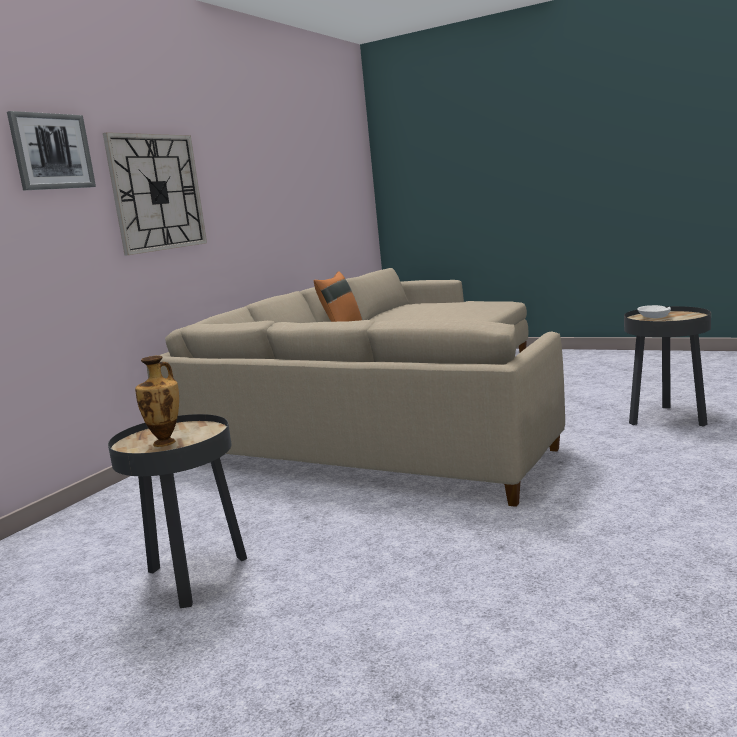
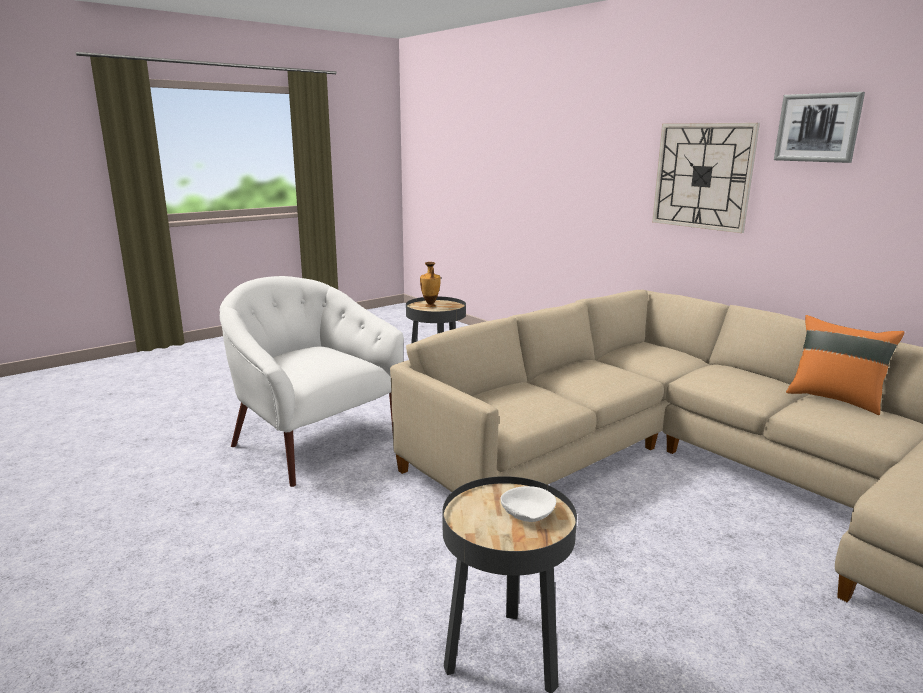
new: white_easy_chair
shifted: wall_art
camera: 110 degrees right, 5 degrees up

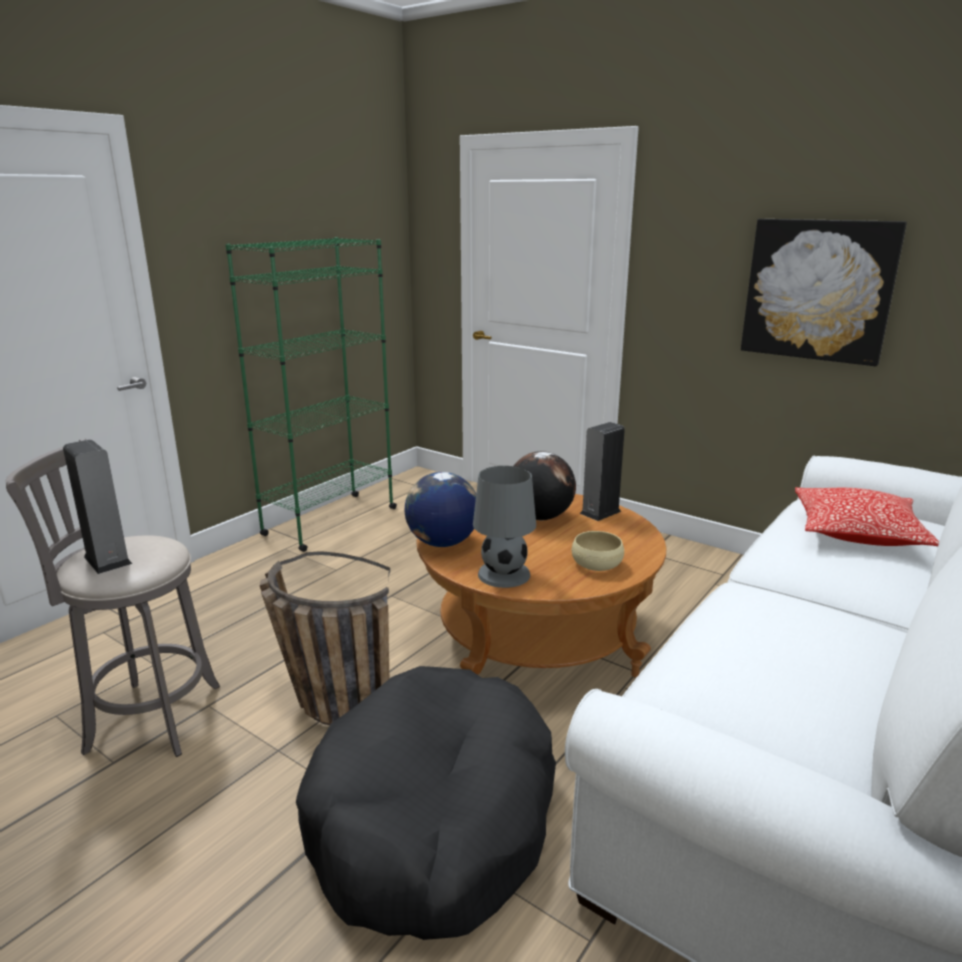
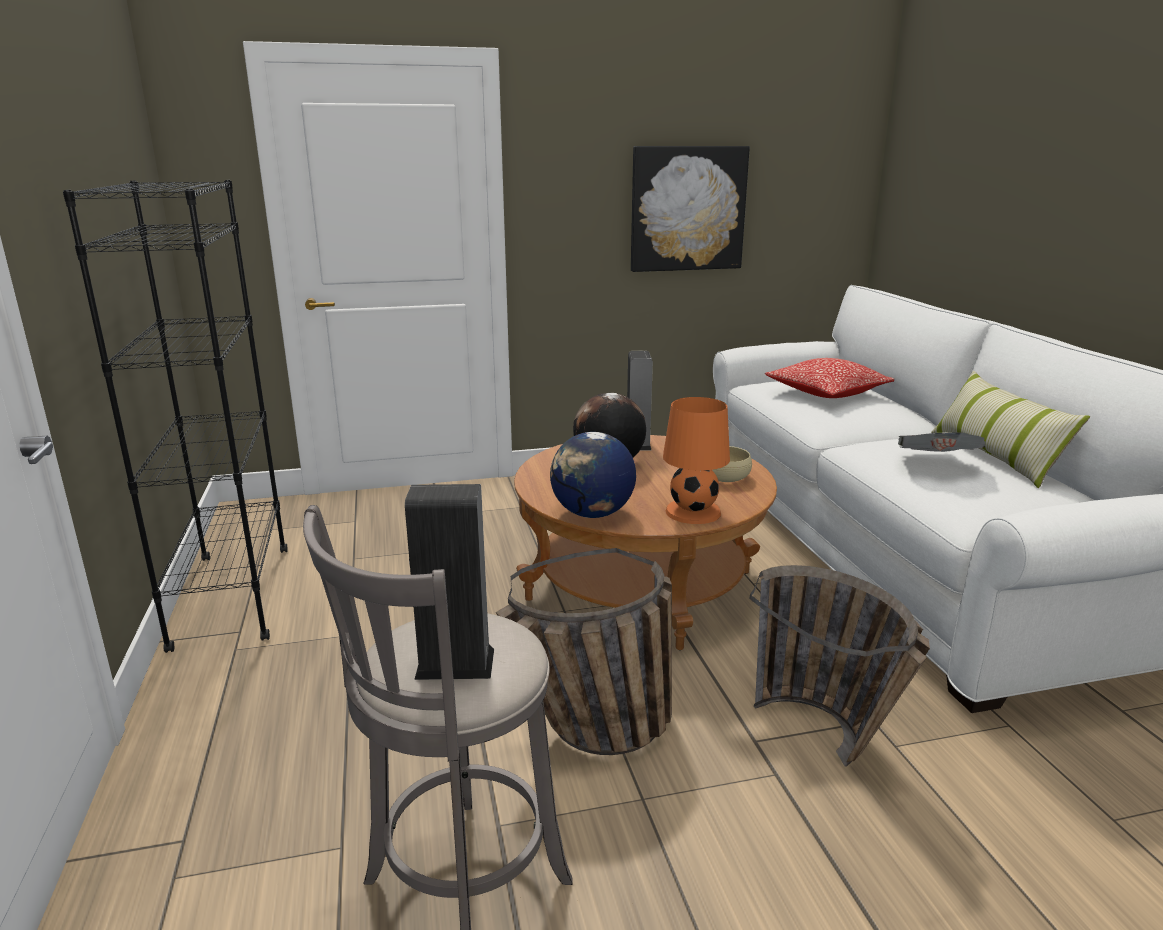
new: pillow (no. 2 from left); daily_paper
swapped: black_dog_cushion to household_basket (no. 2 from left)
repainted: green_bookcase to black_bookcase; gray_table_lamp to orange-coloured_table_lamp
camera: 50 degrees left, 0 degrees up

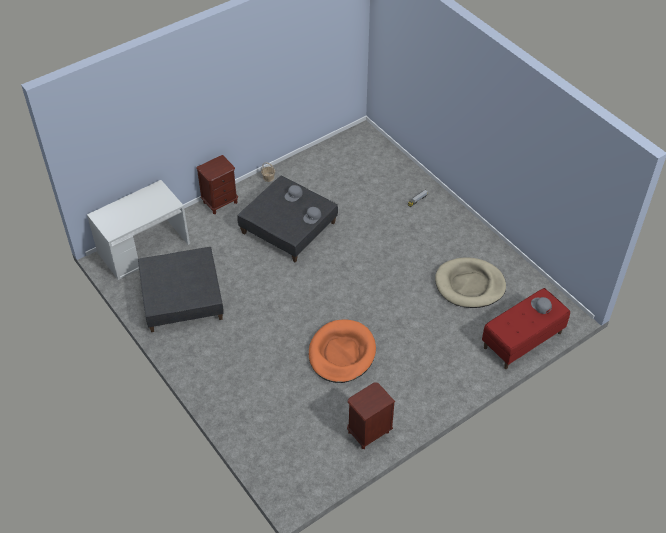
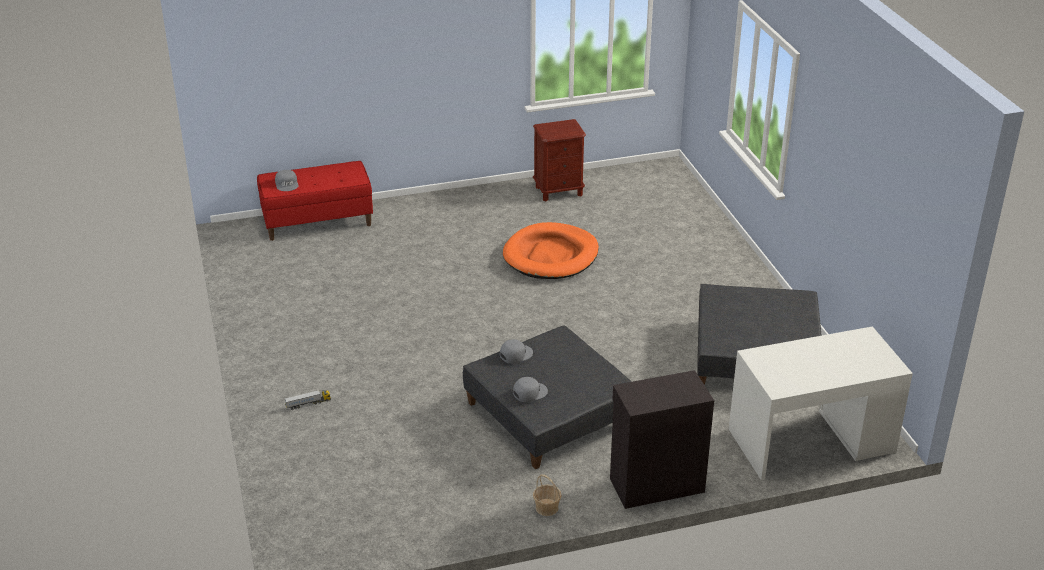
gone: beige-coloured_dog_cushion
swapped: brownish_nightstand (no. 1 from left) to black_cabinet
camera: 160 degrees left, 15 degrees down

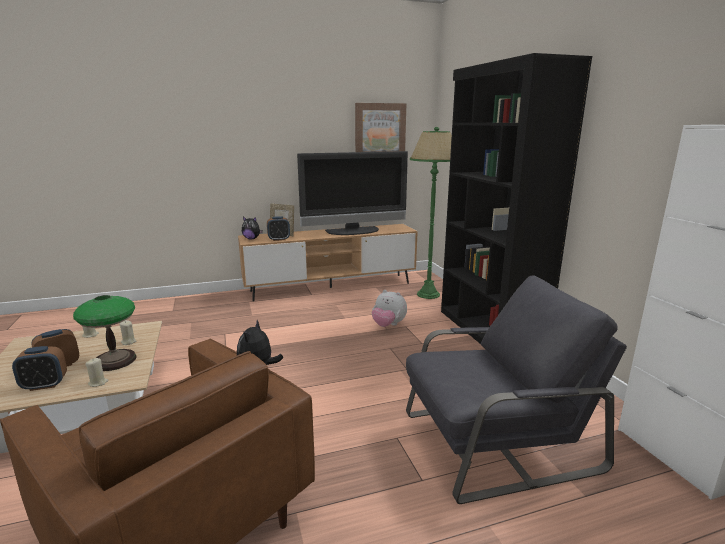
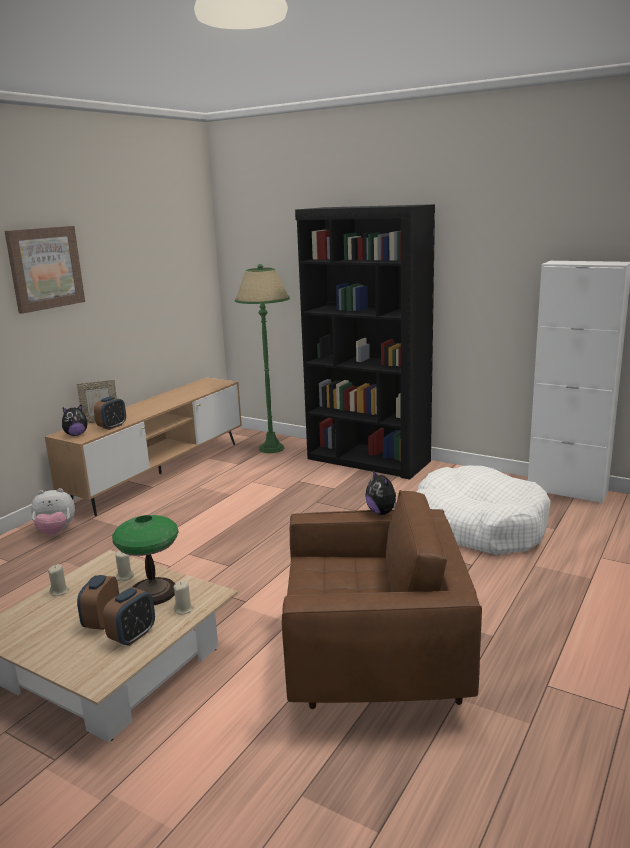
gone: TV_set
shifted: wall_art; soft_toy (no. 3 from left in the first image) to soft_toy (no. 1 from left)
swapped: gray_easy_chair to white_dog_cushion
camera: 40 degrees left, 0 degrees up

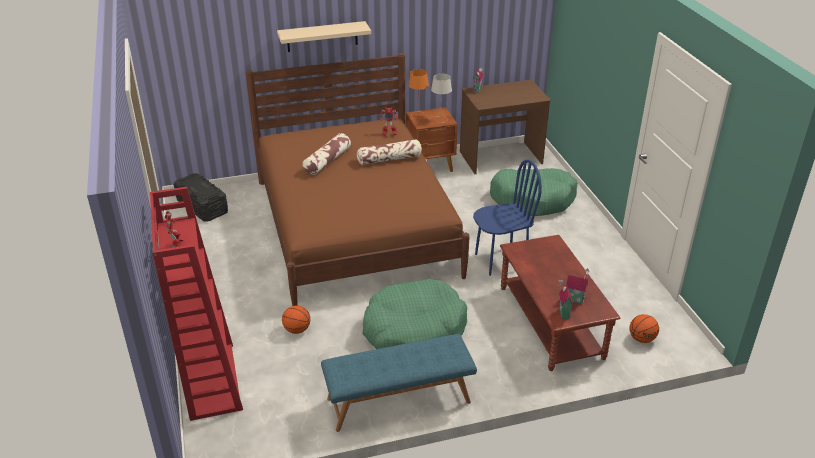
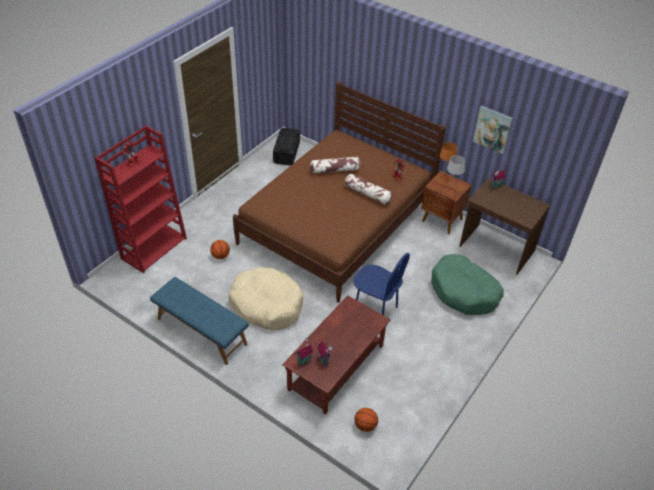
gone: beige-coloured_shelf
new: wall_art
repainted: green_dog_cushion (no. 1 from left) to beige-coloured_dog_cushion
camera: 50 degrees right, 10 degrees up

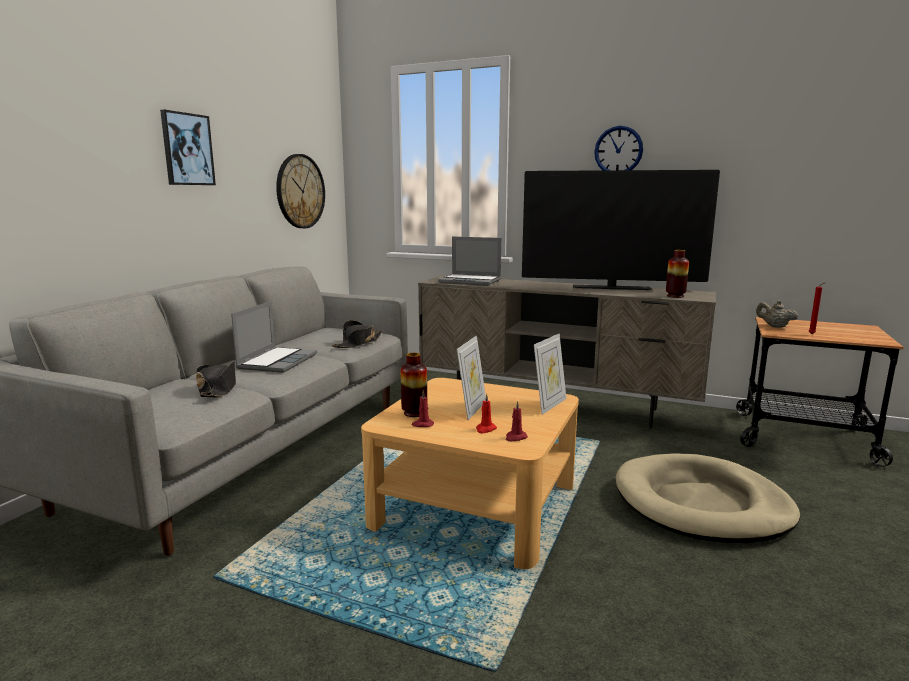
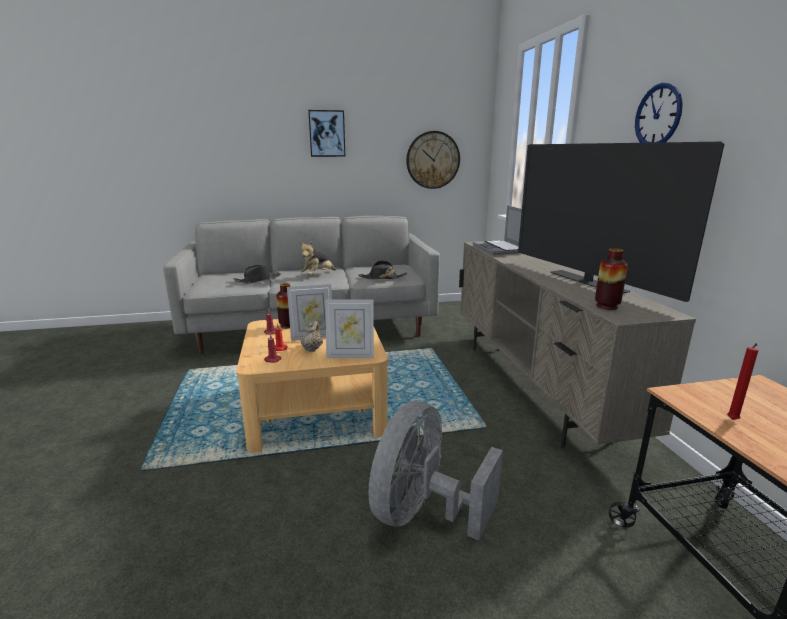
shifted: beige-coloured_tea_pot
swapped: laptop (no. 1 from left) to soft_toy; beige-coloured_dog_cushion to gray_cooling_fan
camera: 55 degrees right, 5 degrees up

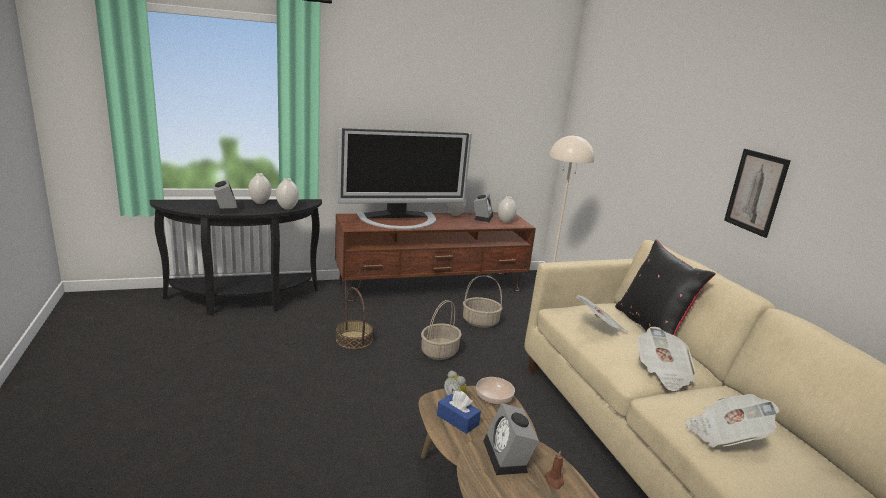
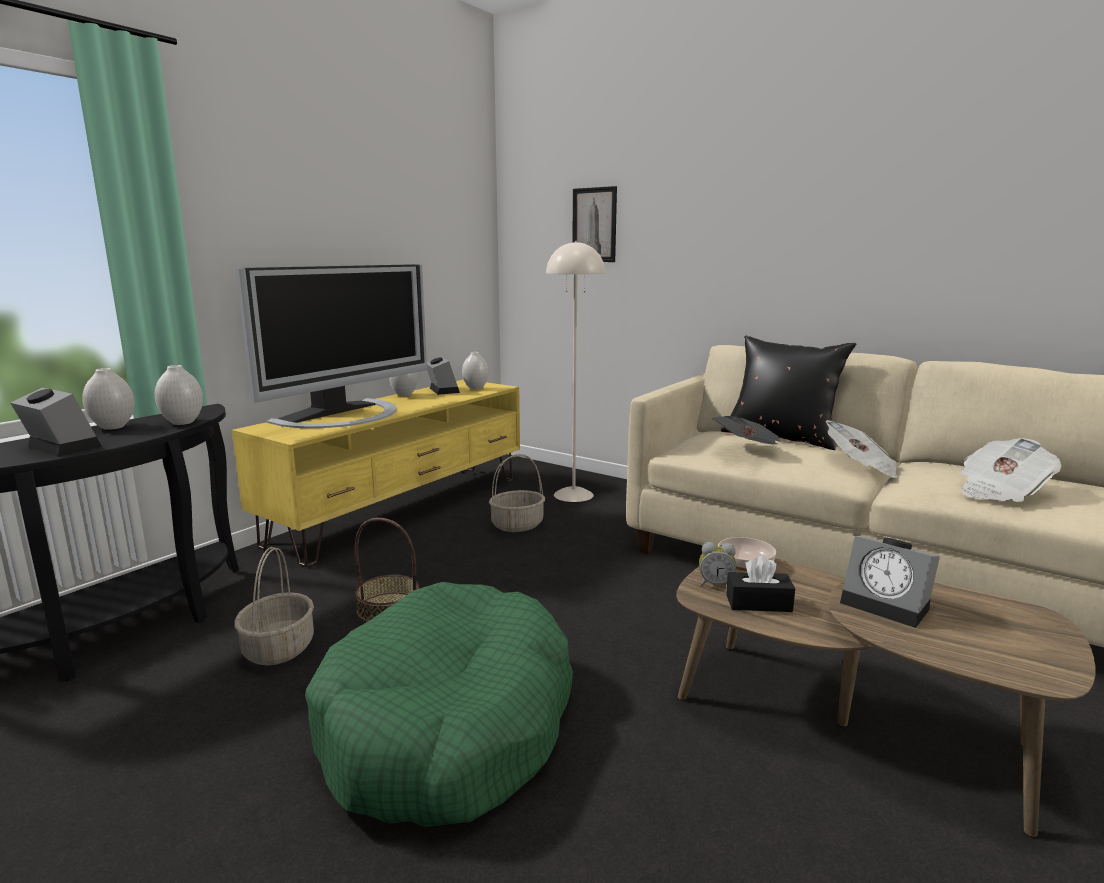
gone: brownish_wax_light
new: green_dog_cushion
shifted: wall_art; household_basket (no. 2 from left in the first image) to household_basket (no. 1 from left)
repainted: brownish_media_console to yellow-coloured_media_console; blue-coloured_box_of_tissues to black_box_of_tissues
camera: 35 degrees left, 5 degrees down

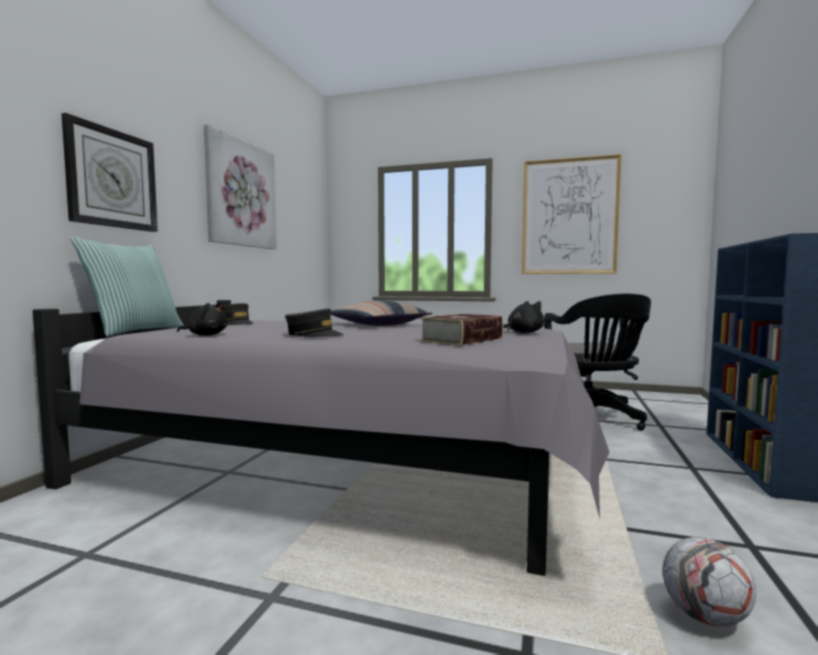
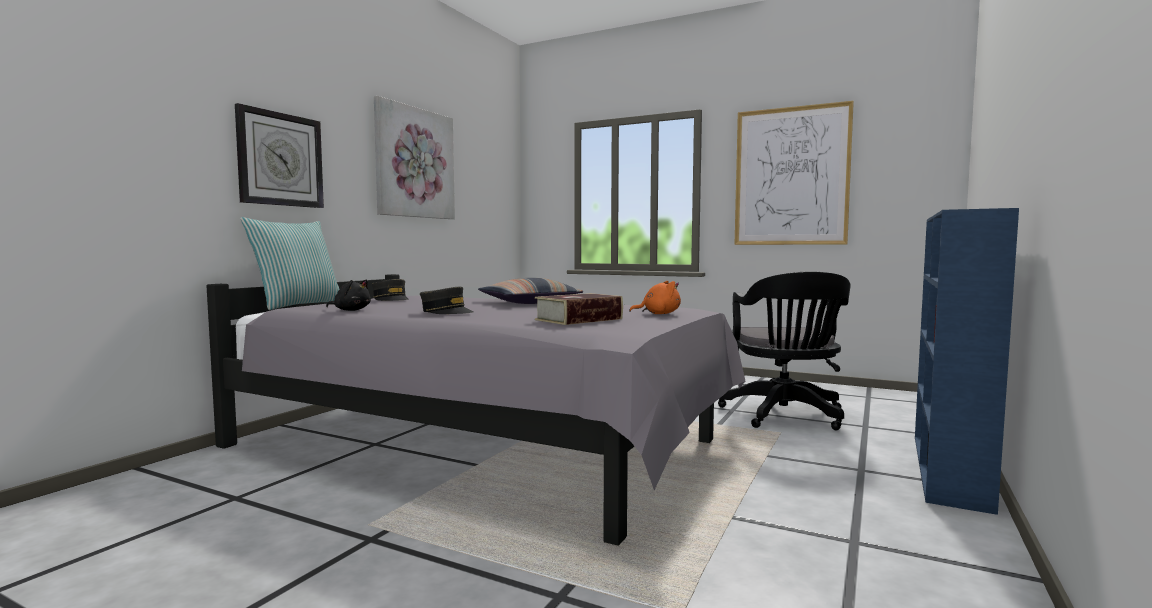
gone: ball_for_football
repainted: black_soft_toy (no. 2 from left) to orange-coloured_soft_toy
camera: 10 degrees right, 0 degrees up

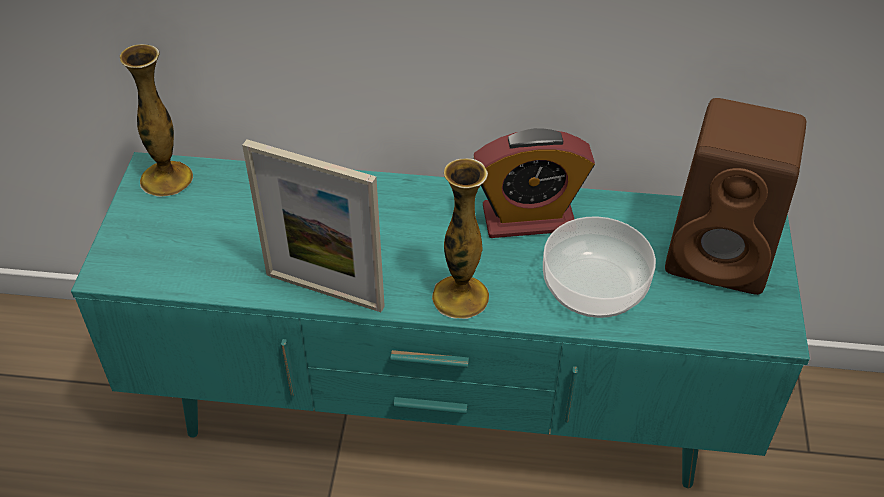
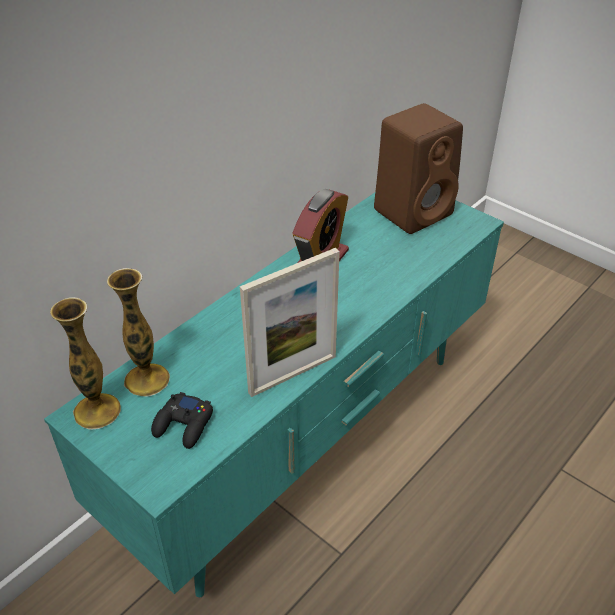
gone: serving_bowl
new: black_joypad
shifted: vase (no. 2 from left)
camera: 55 degrees left, 5 degrees down

